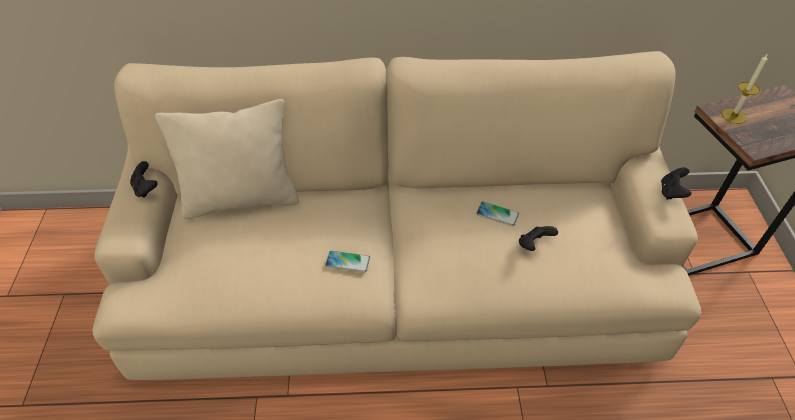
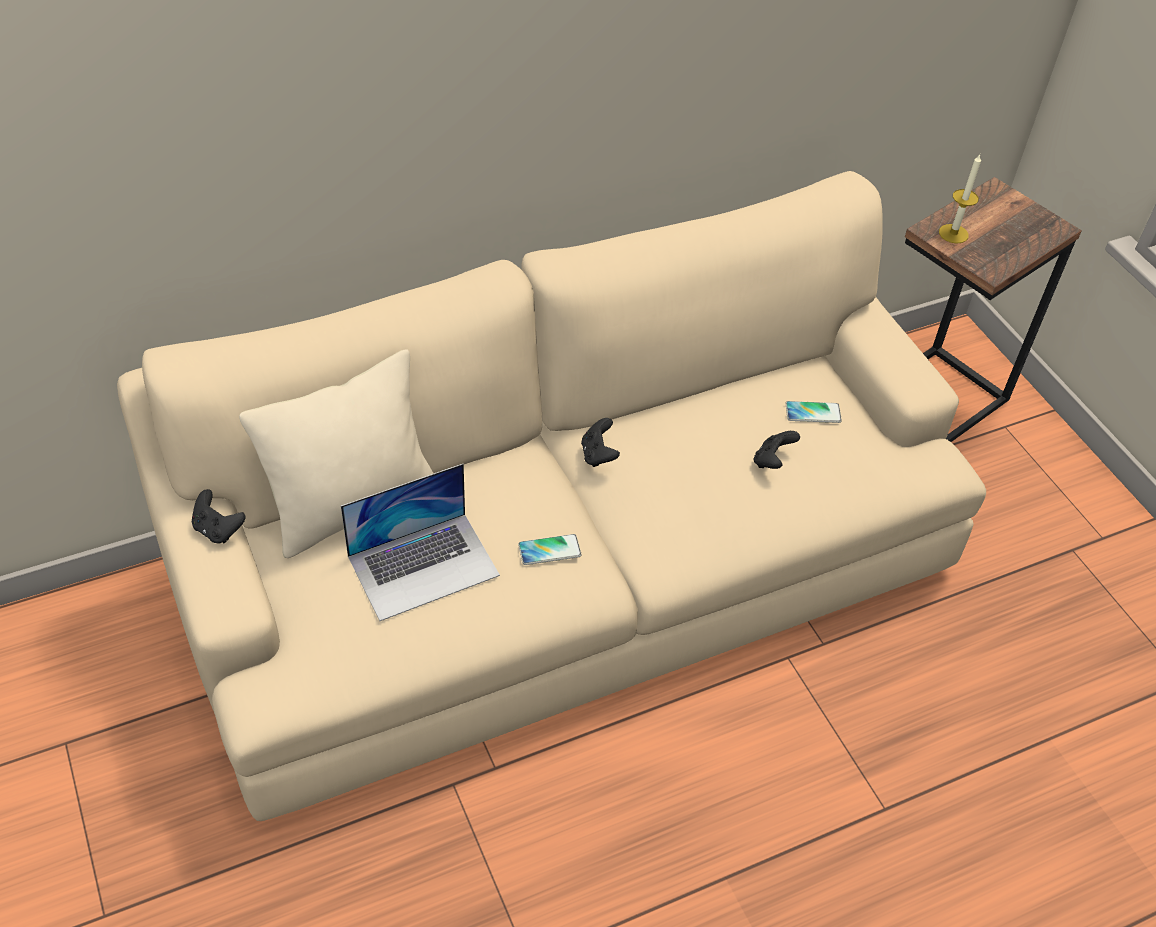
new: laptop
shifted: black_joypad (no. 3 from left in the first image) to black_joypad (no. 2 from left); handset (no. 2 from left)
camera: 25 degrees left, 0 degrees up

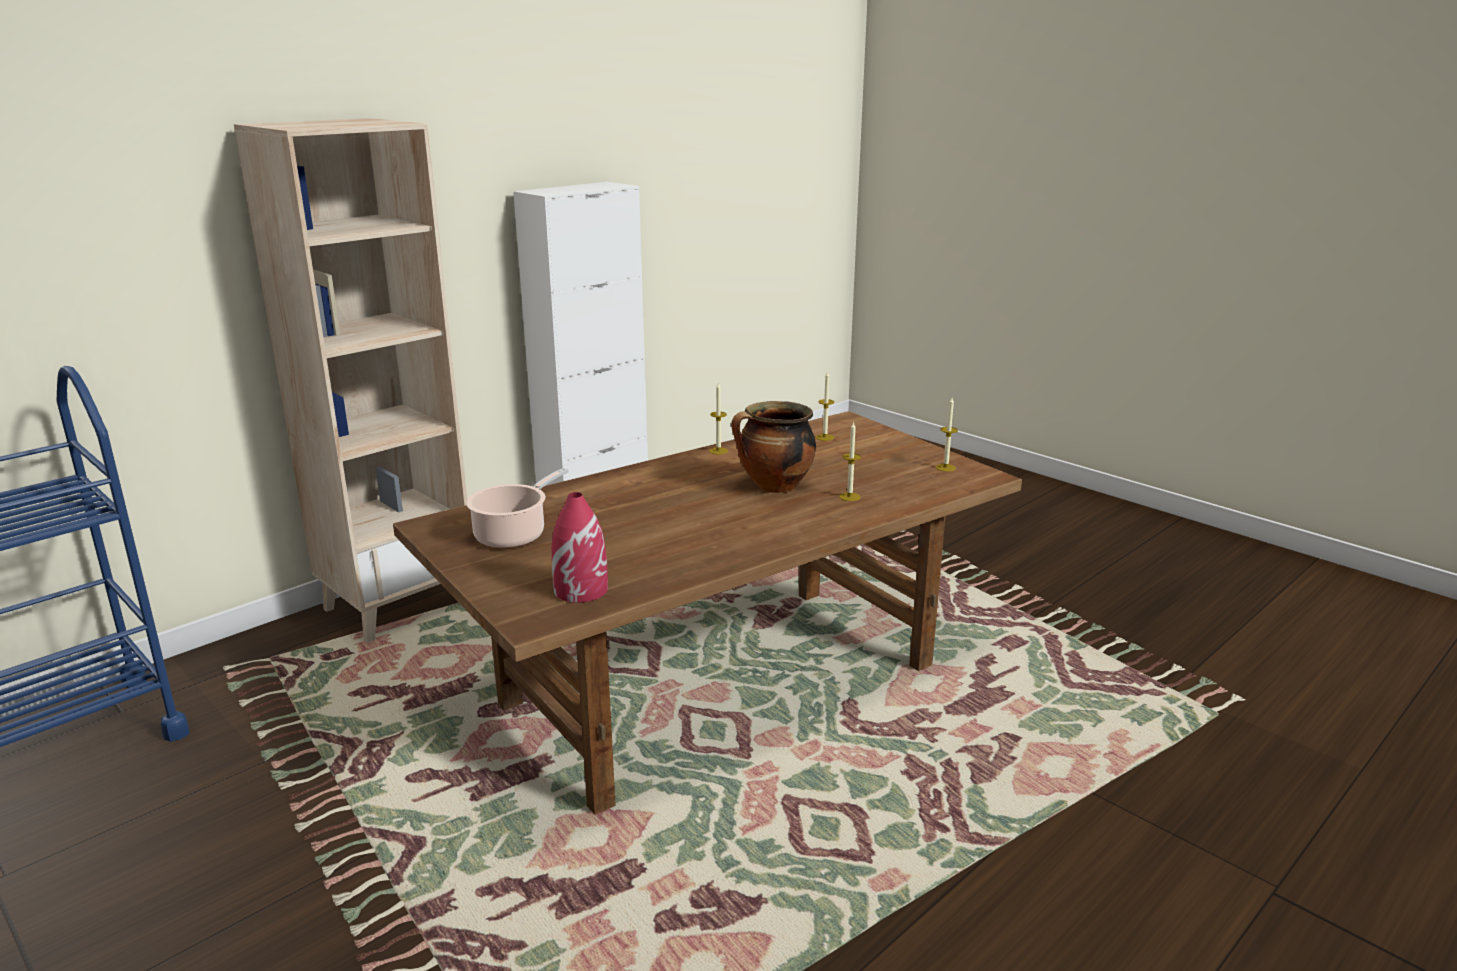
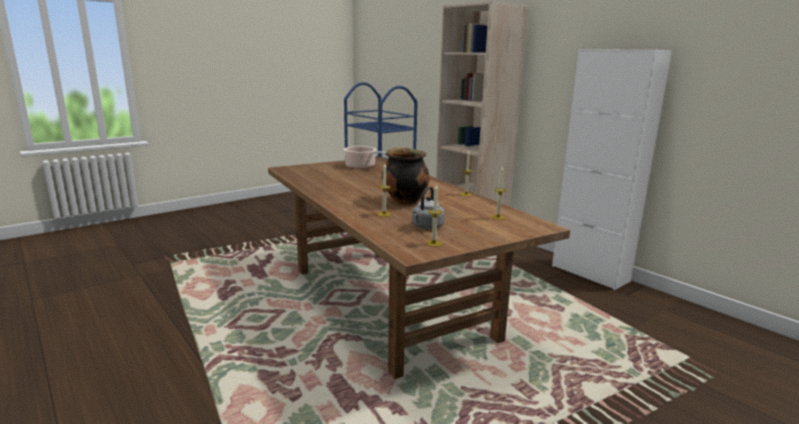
gone: reddish_vase
new: gray_water_kettle
camera: 95 degrees right, 5 degrees down

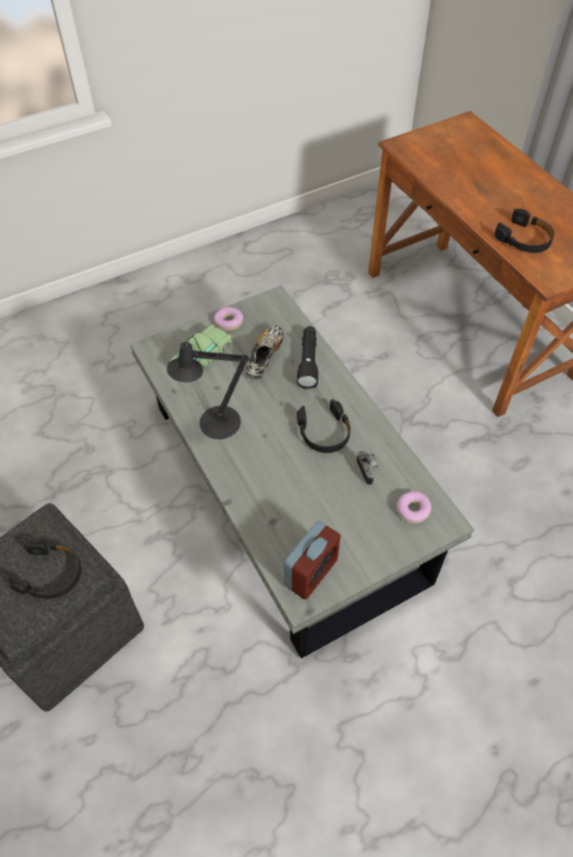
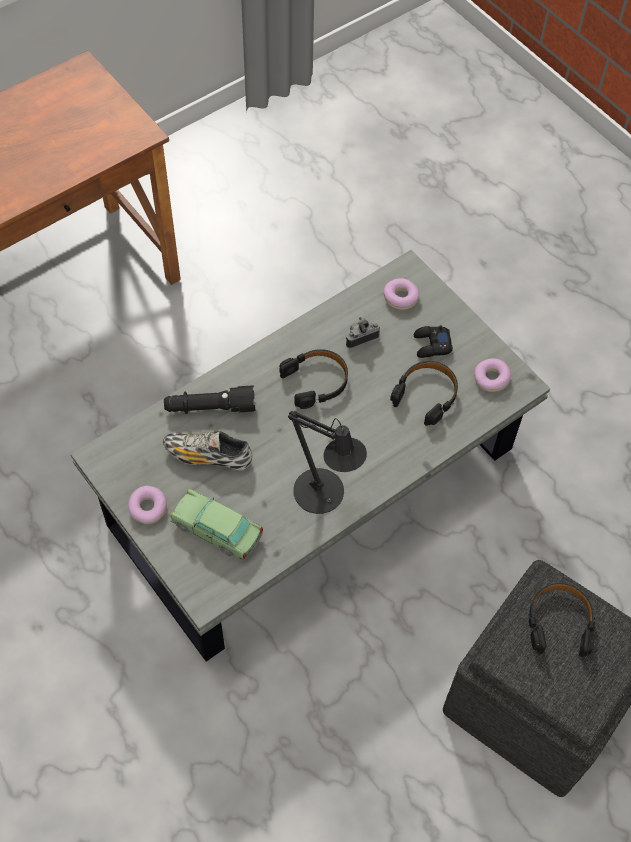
new: black_joypad
shifted: black_headphones (no. 3 from left in the first image) to black_headphones (no. 2 from left)
swapped: table_clock to ring_doughnut (no. 3 from left)
camera: 100 degrees left, 5 degrees up

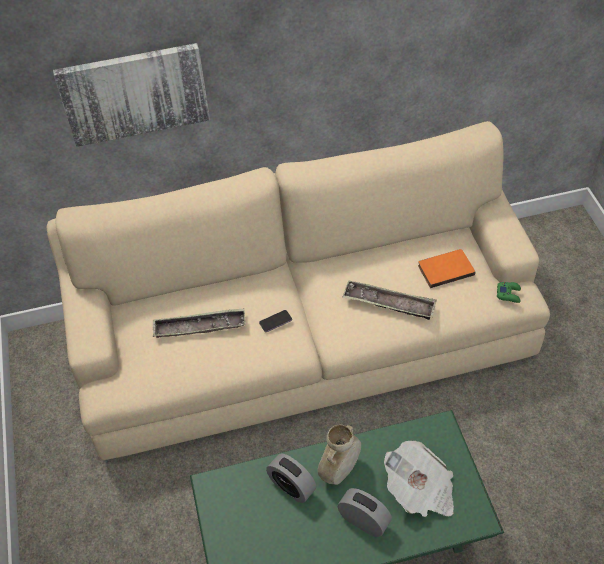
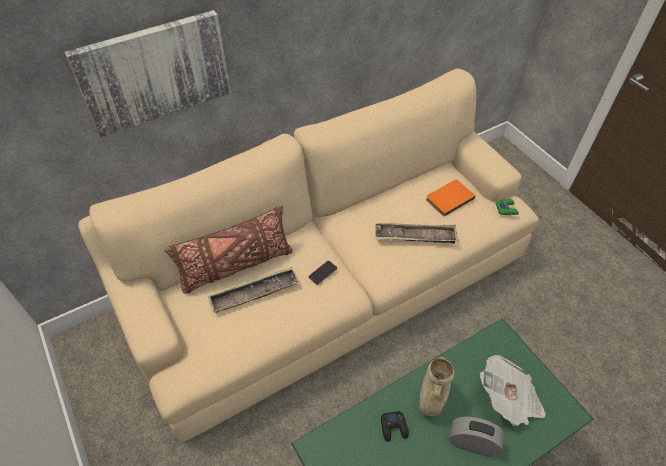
new: brownish_pillow
swapped: table_clock (no. 1 from left) to black_joypad
camera: 20 degrees left, 0 degrees up

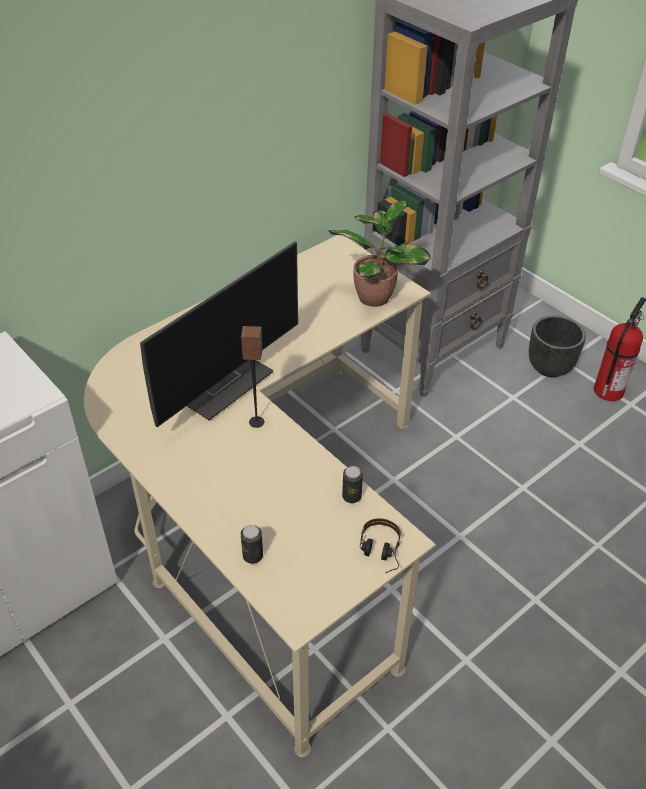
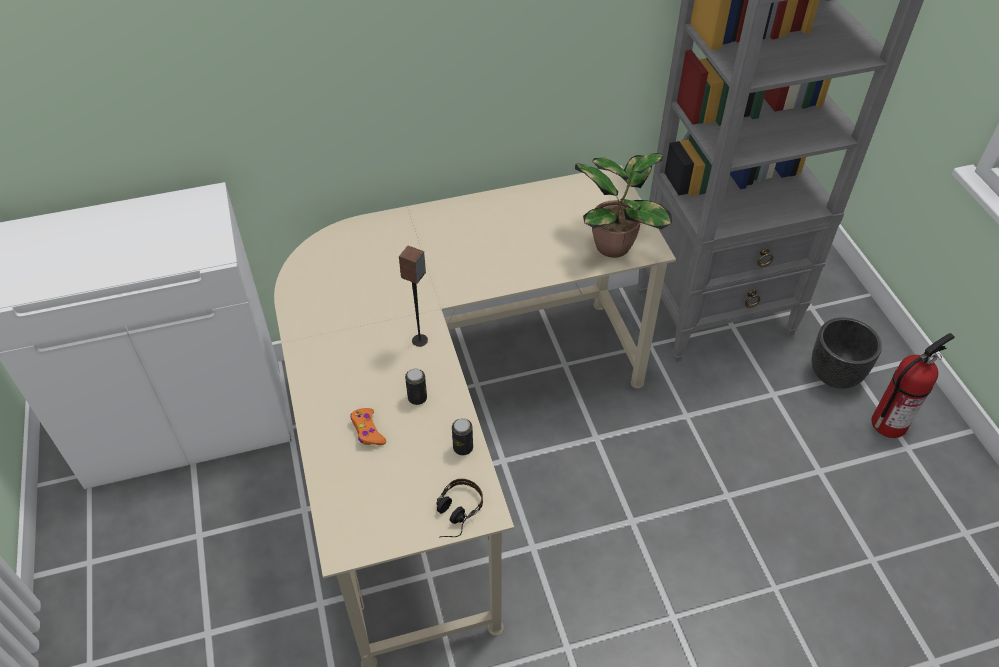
gone: computer_screen
new: orange-coloured_joypad
shifted: metal_can (no. 1 from left)
camera: 25 degrees right, 5 degrees up

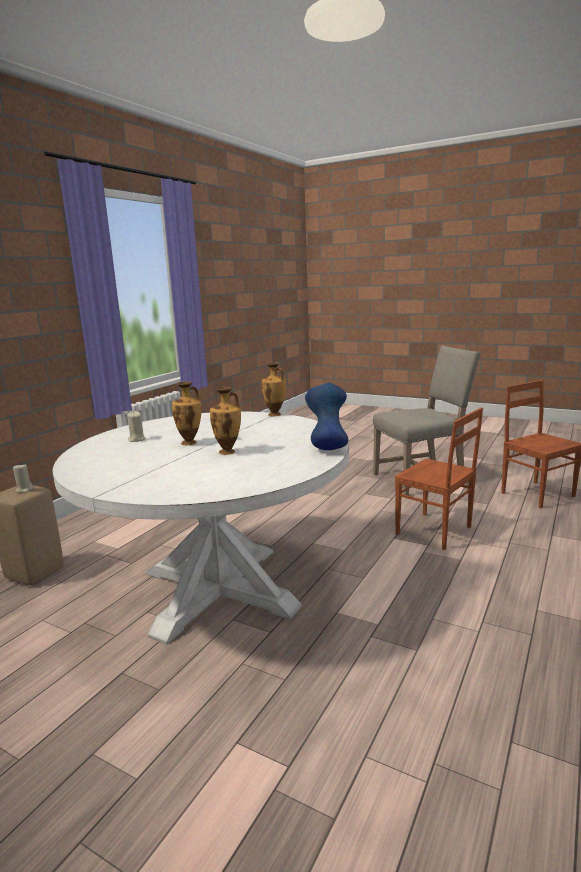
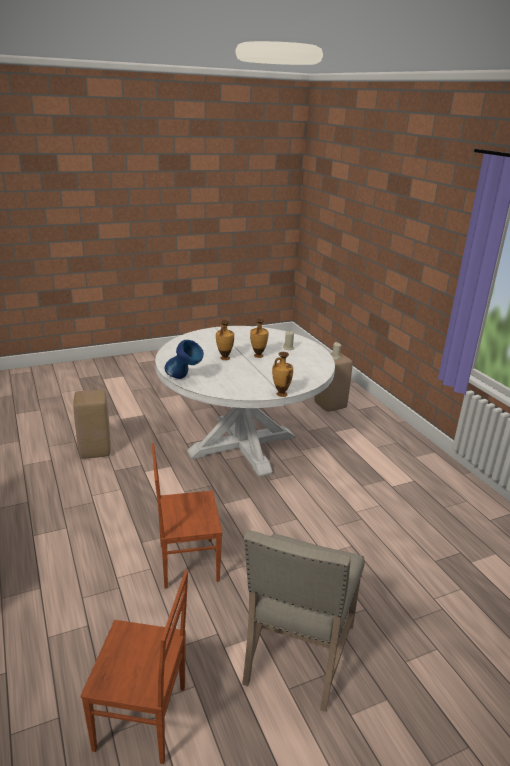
new: beige-coloured_stool (no. 1 from left)
camera: 125 degrees right, 10 degrees up

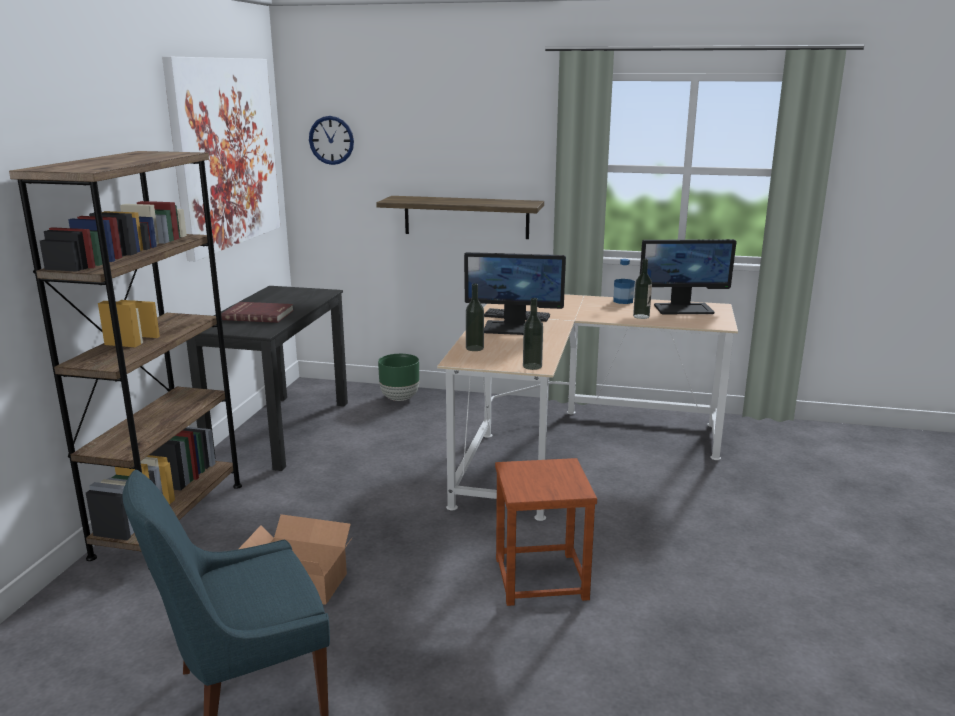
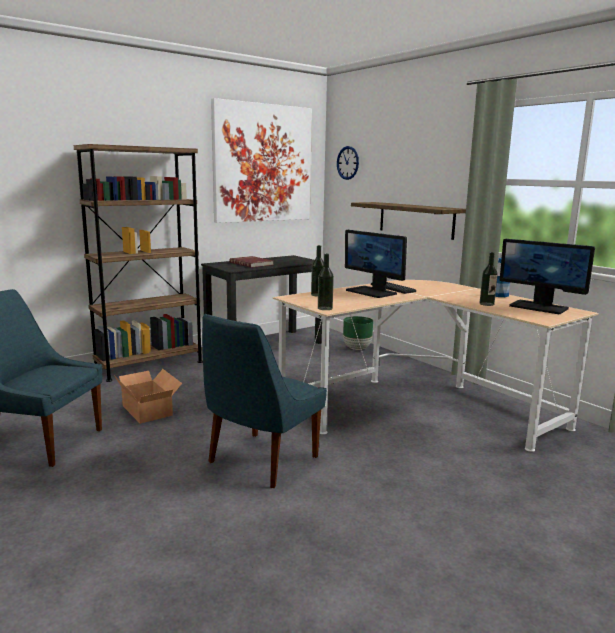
swapped: brownish_stool to blue-coloured_plain_chair (no. 2 from left)
camera: 40 degrees right, 5 degrees down

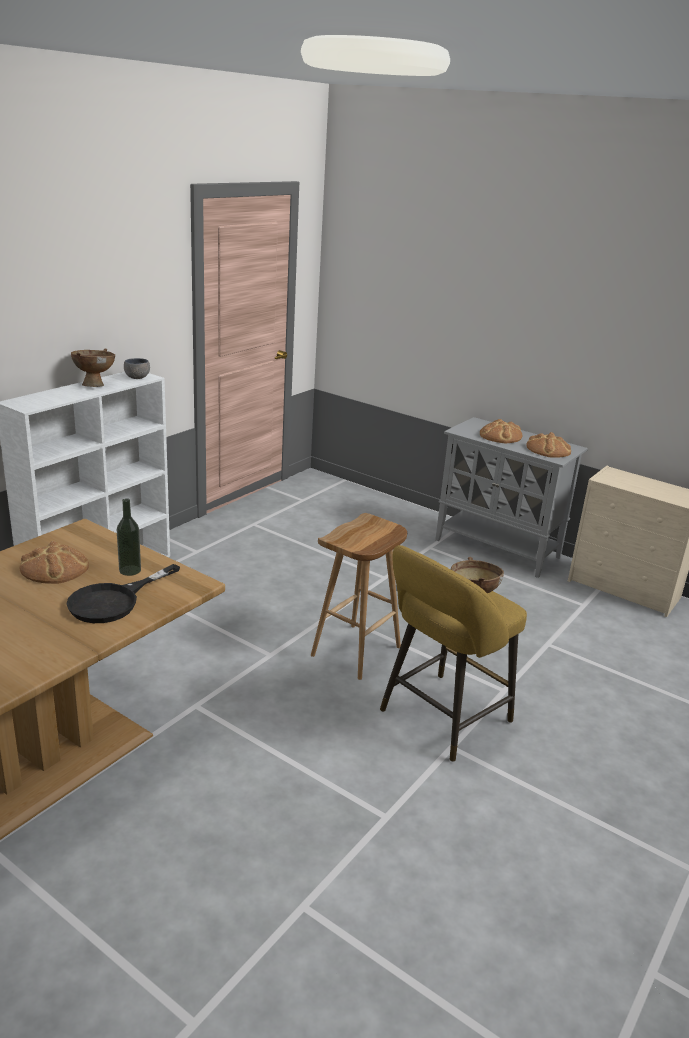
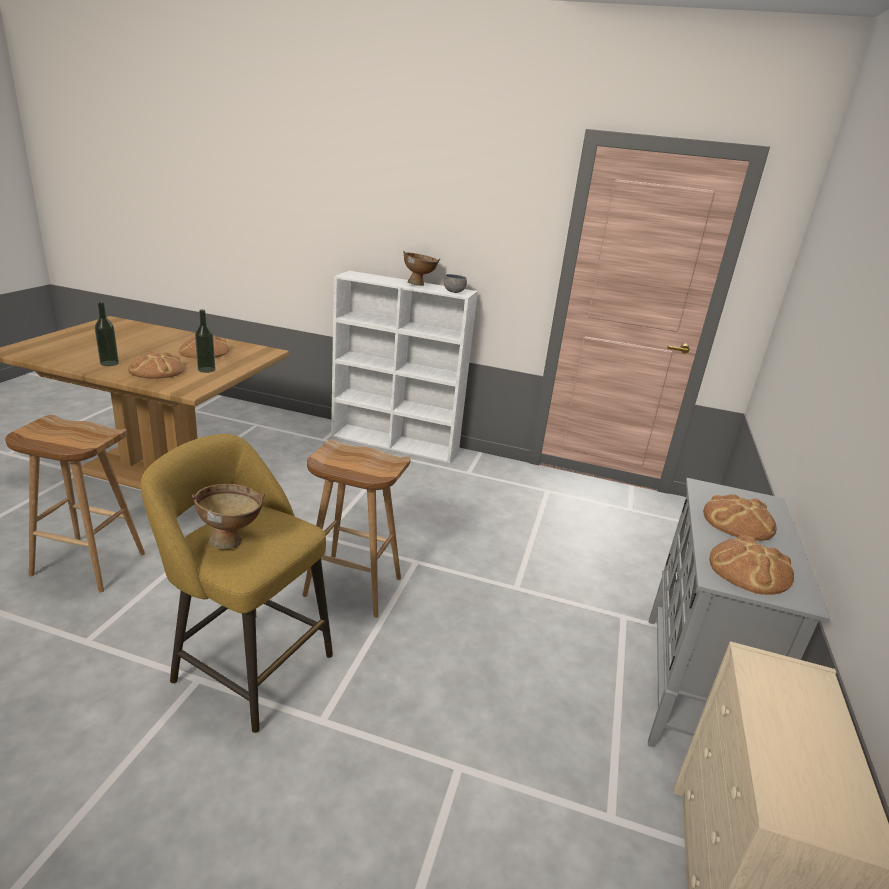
new: beverage_bottle (no. 1 from left); brownish_stool (no. 1 from left)
swapped: black_pan to bread (no. 1 from left)
camera: 70 degrees right, 0 degrees up

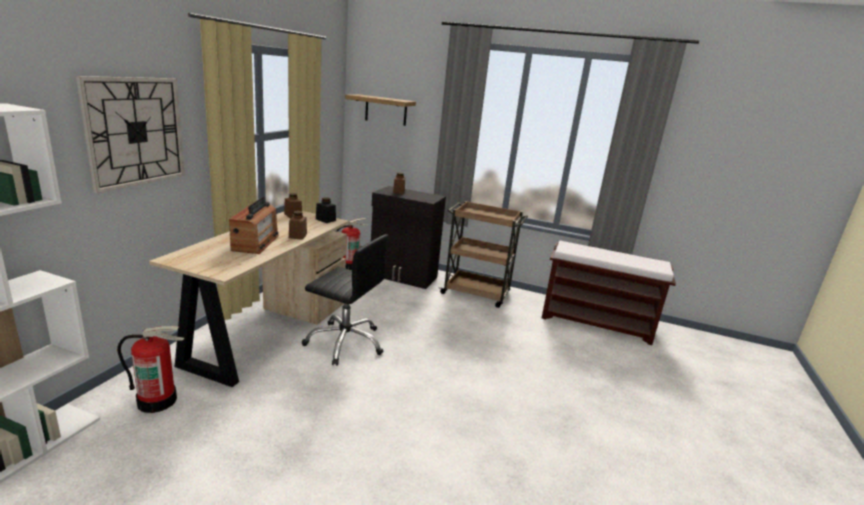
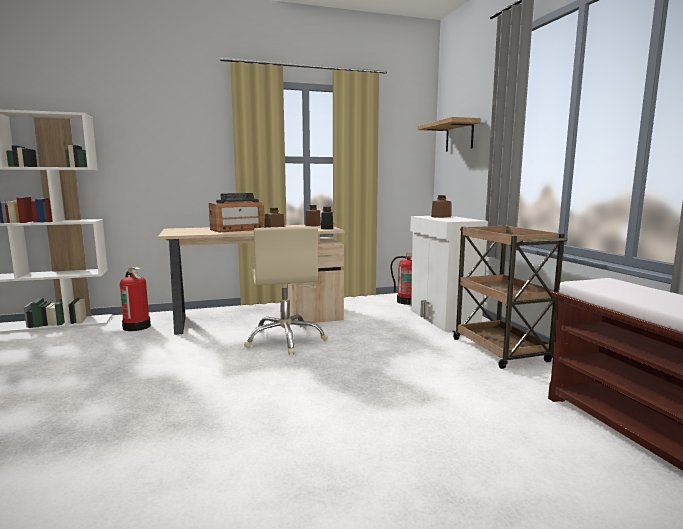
gone: clock_on_the_wall
repainted: black_cabinet to white_cabinet; black_computer_chair to beige-coloured_computer_chair
camera: 55 degrees right, 10 degrees down

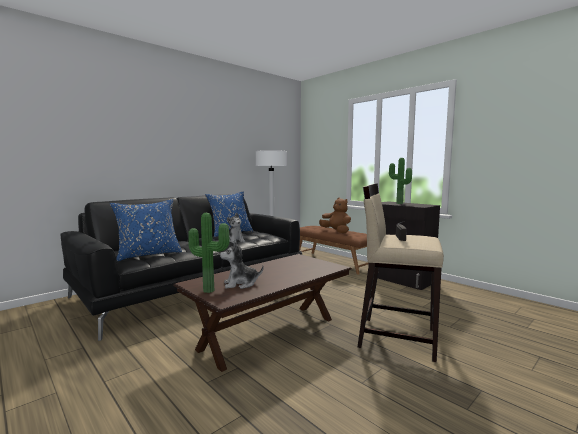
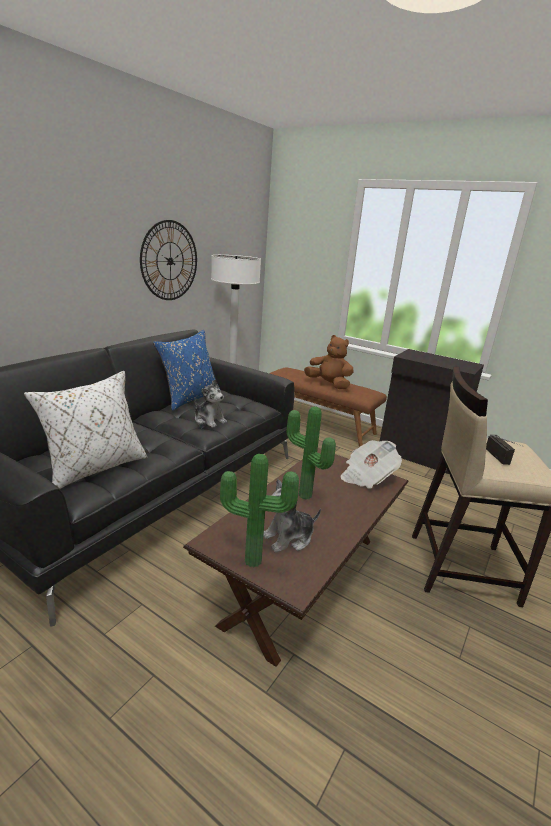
new: clock_on_the_wall; daily_paper
shifted: potted_plant (no. 2 from left)
repainted: blue-coloured_pillow (no. 1 from left) to white_pillow
camera: 15 degrees left, 15 degrees up

